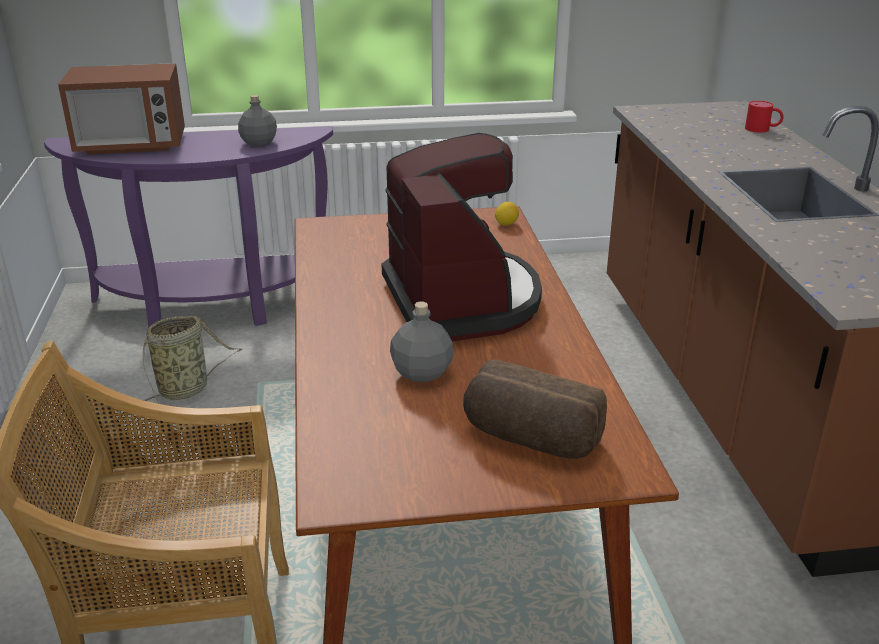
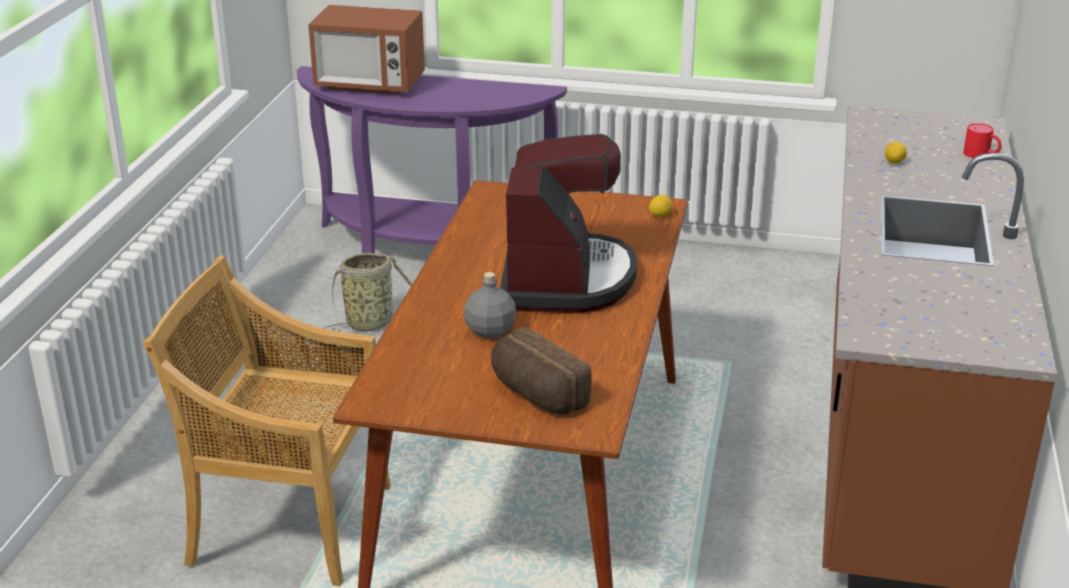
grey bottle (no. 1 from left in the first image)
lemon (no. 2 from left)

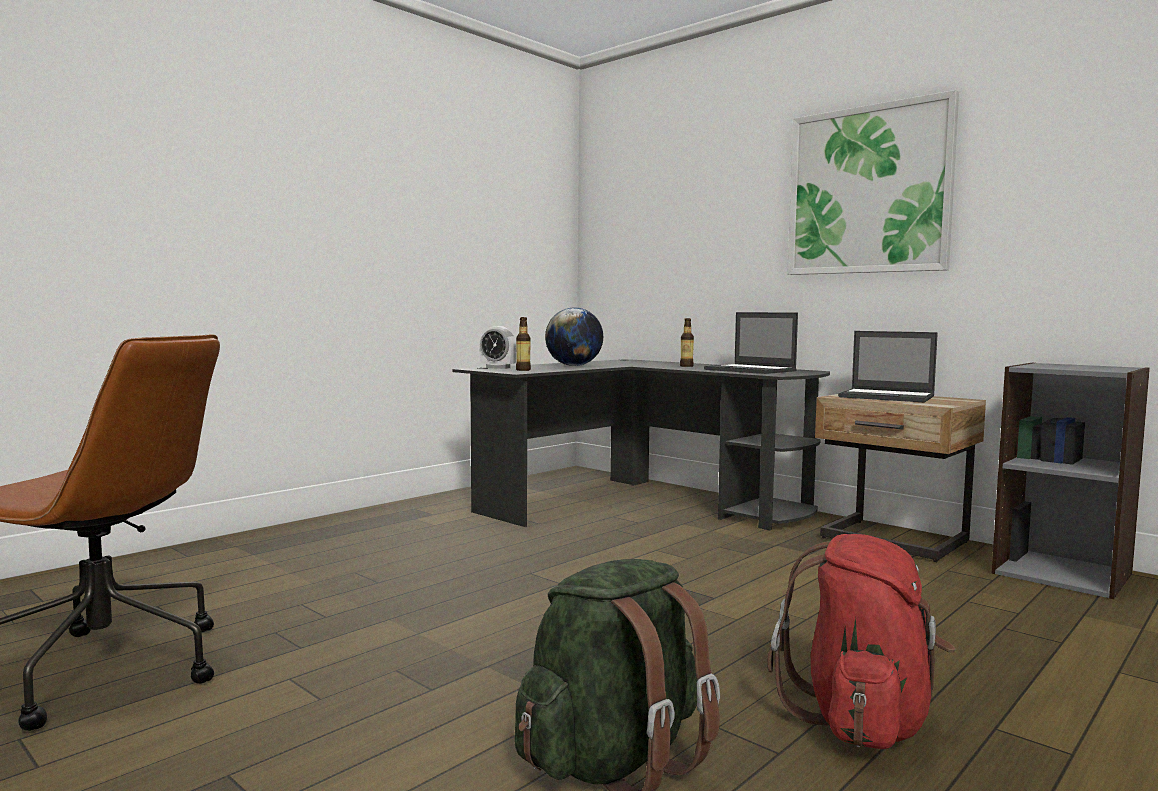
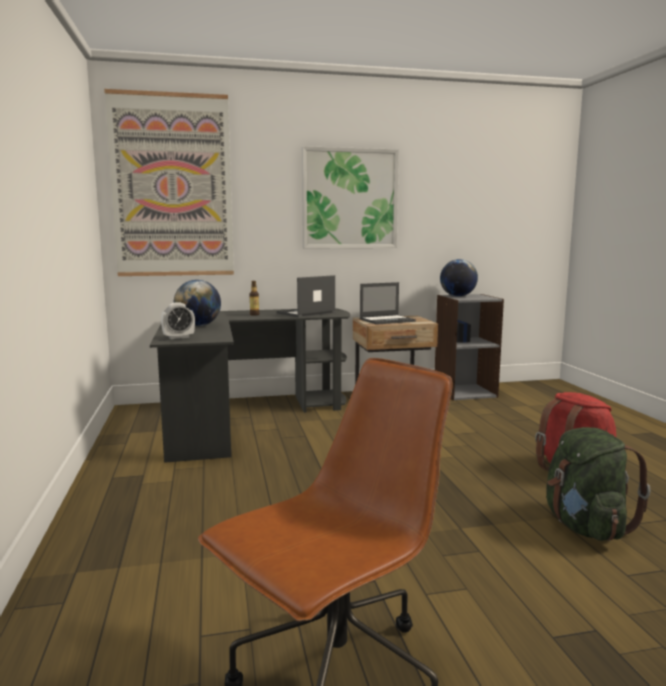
laptop (no. 1 from left)
bottle (no. 1 from left in the first image)
picture (no. 1 from left)
globe (no. 2 from left)

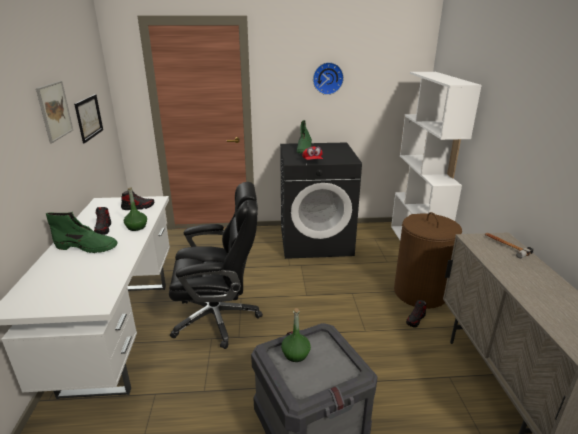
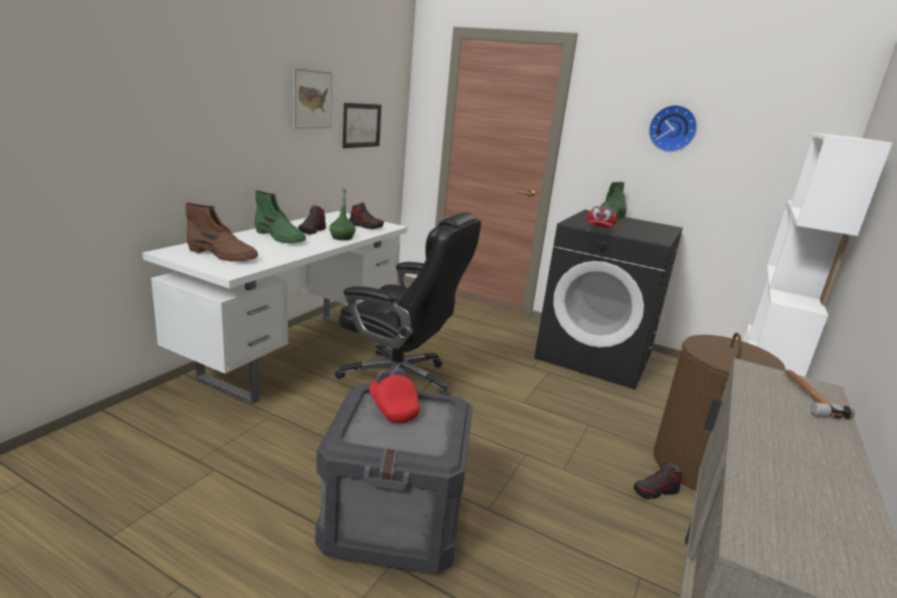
red cap (no. 1 from left)
brown boot

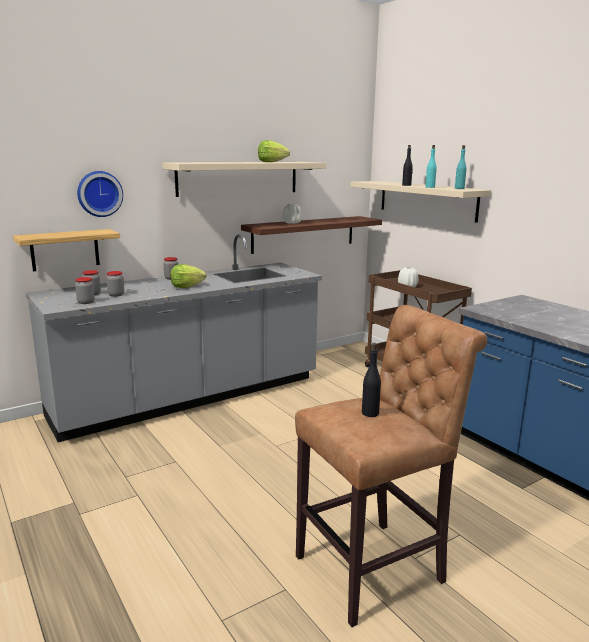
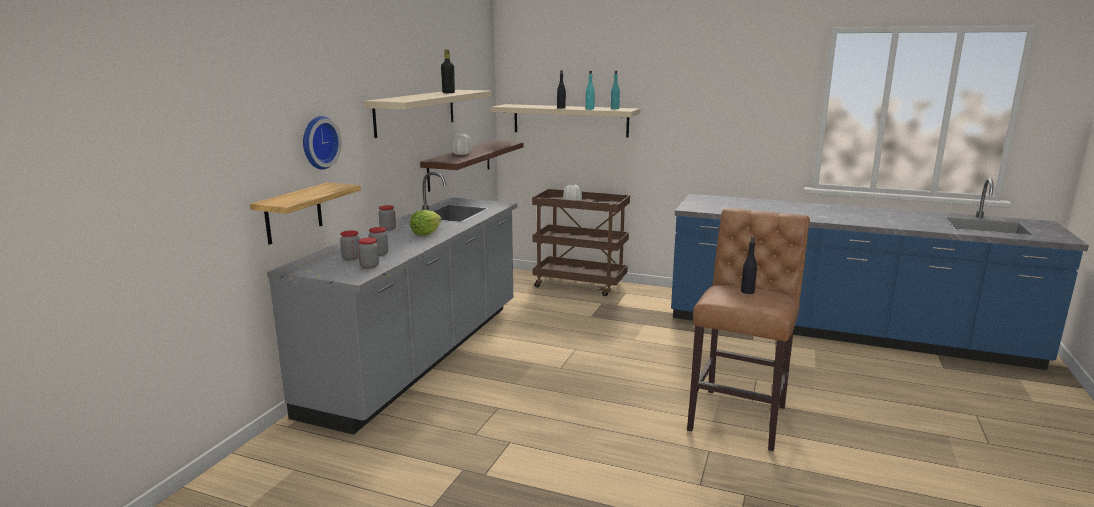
black bottle (no. 1 from left)

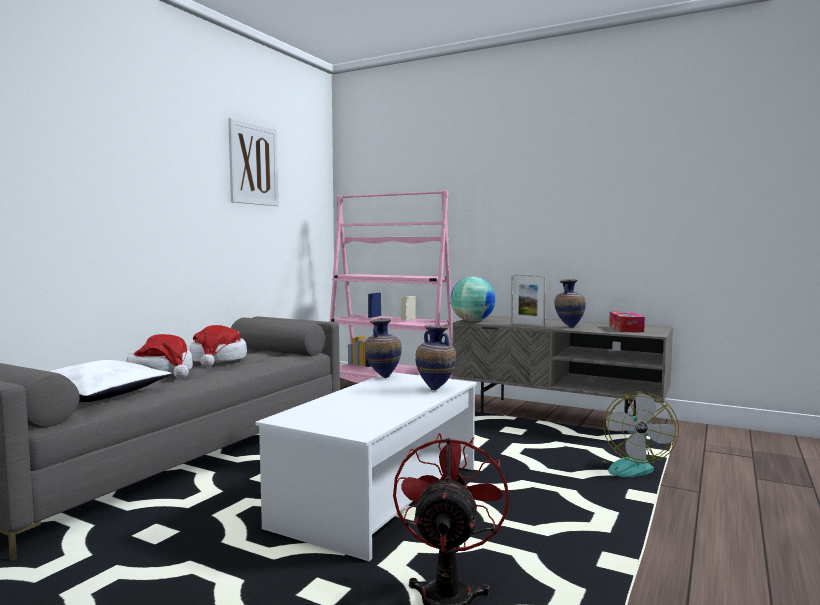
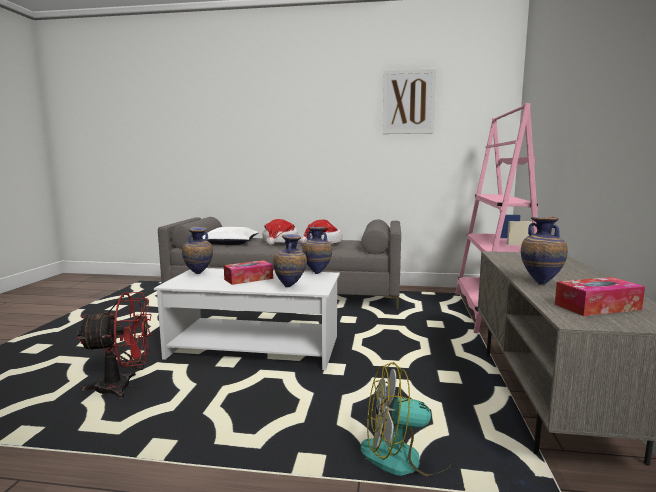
picture frame
globe
vase (no. 1 from left)
tissue box (no. 1 from left)

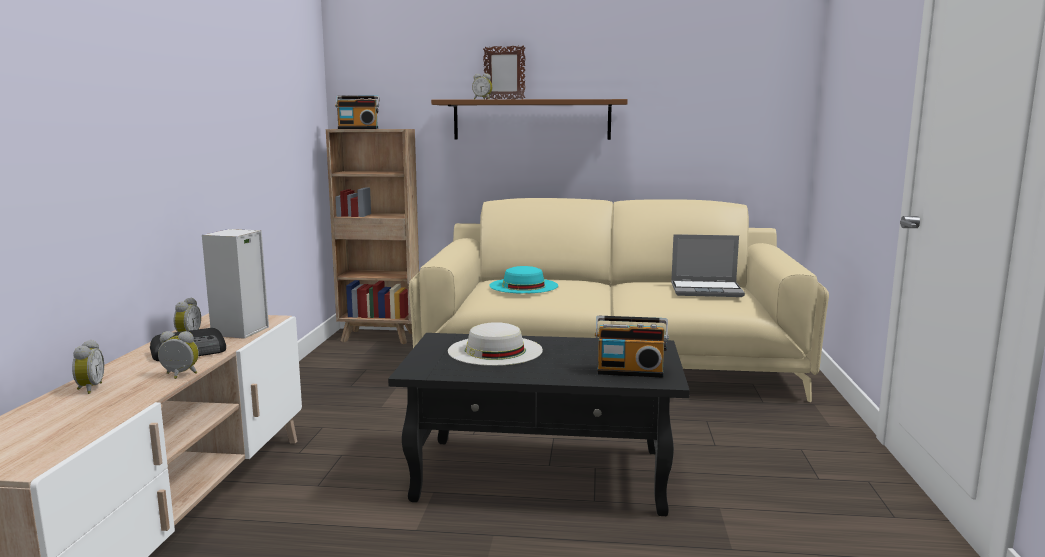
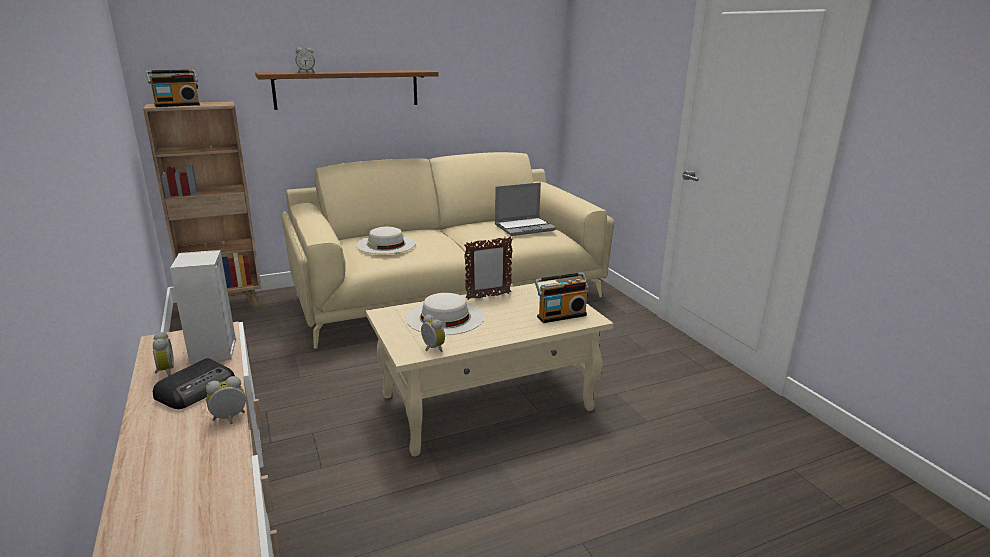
picture frame
white hat (no. 1 from left)
beige coffee table
alarm clock (no. 4 from left)

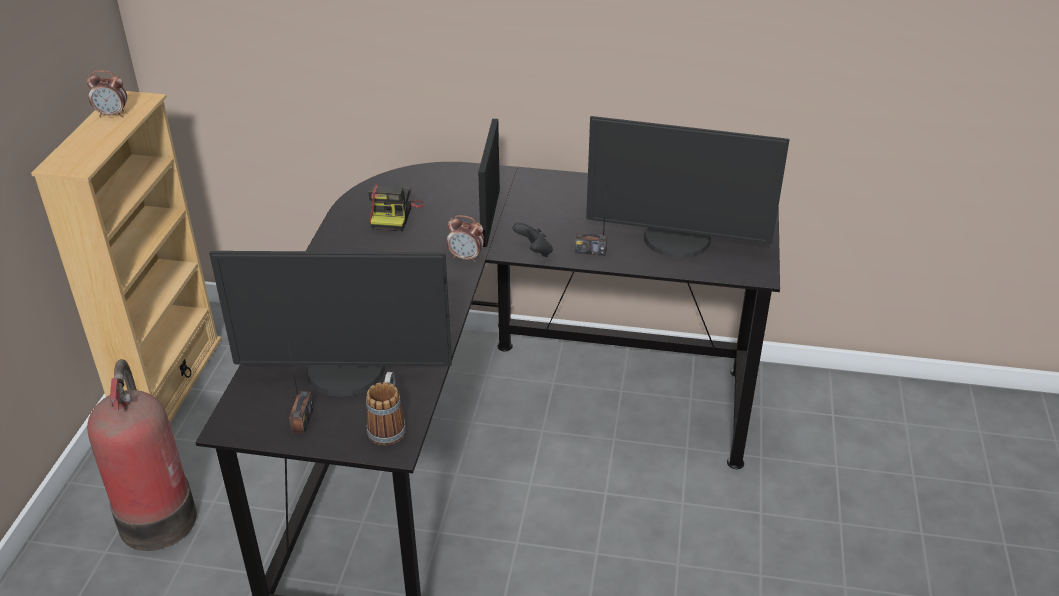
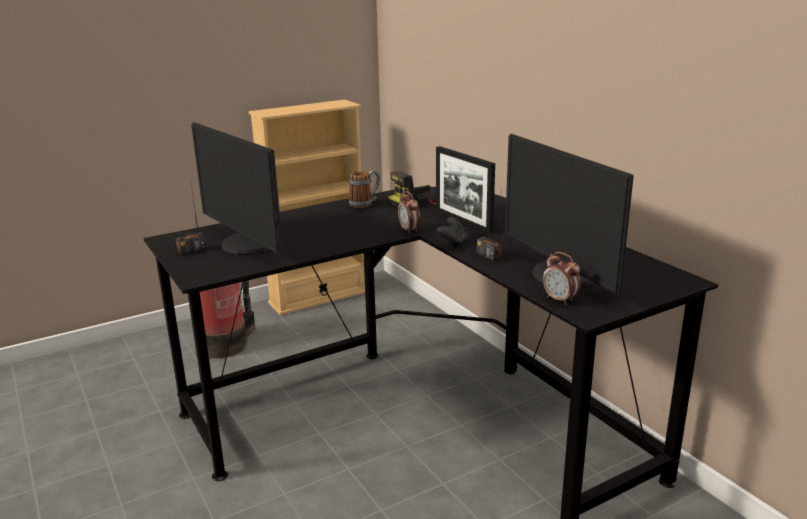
alarm clock (no. 2 from left)
picture frame
mug

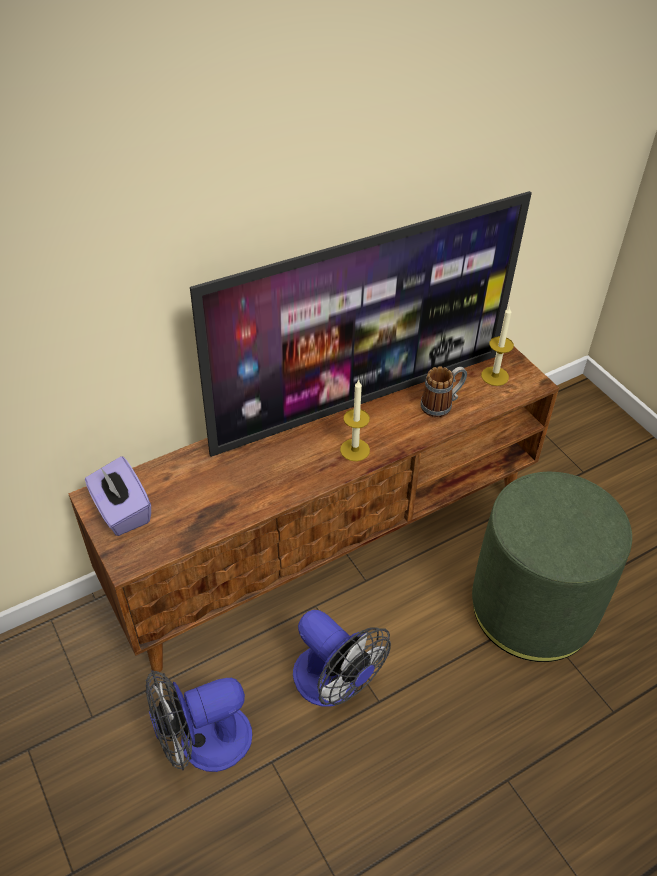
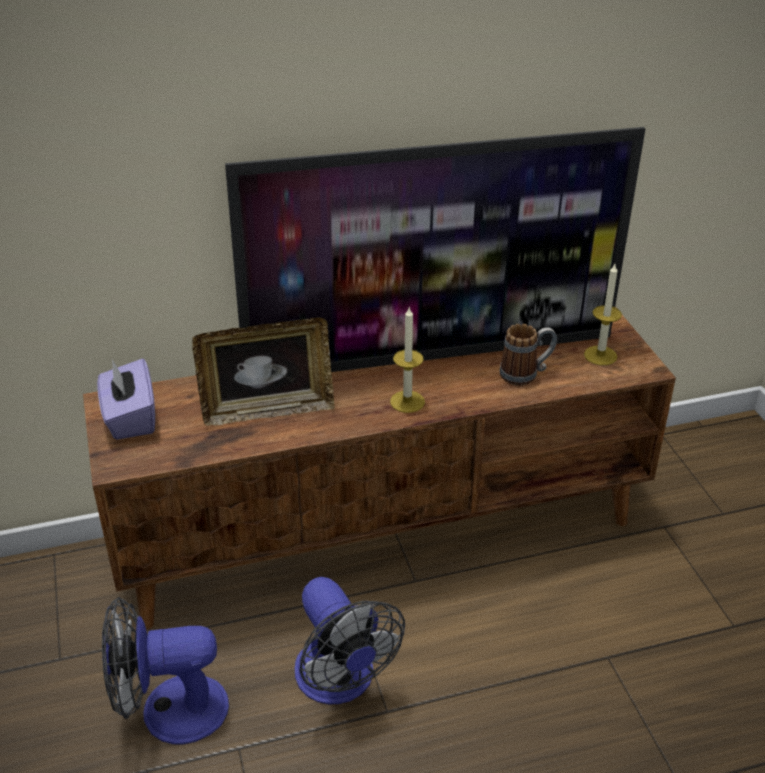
green ottoman
picture frame

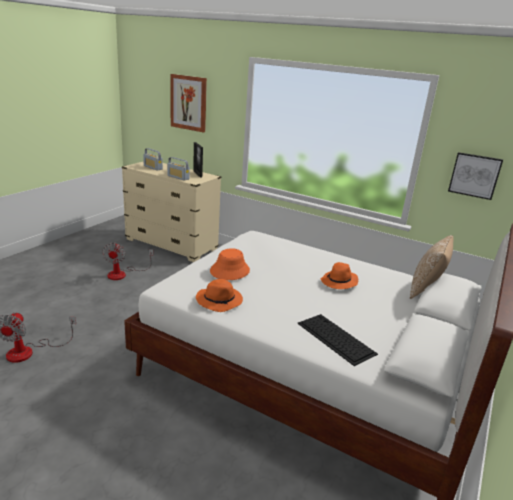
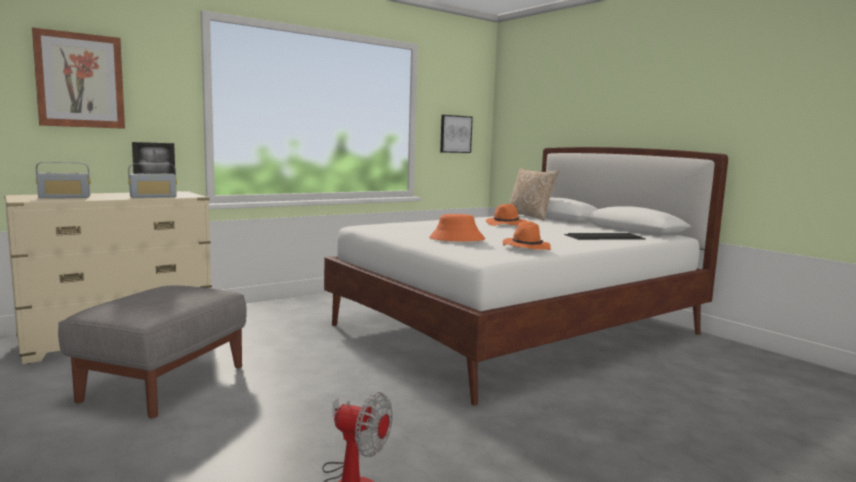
grey ottoman

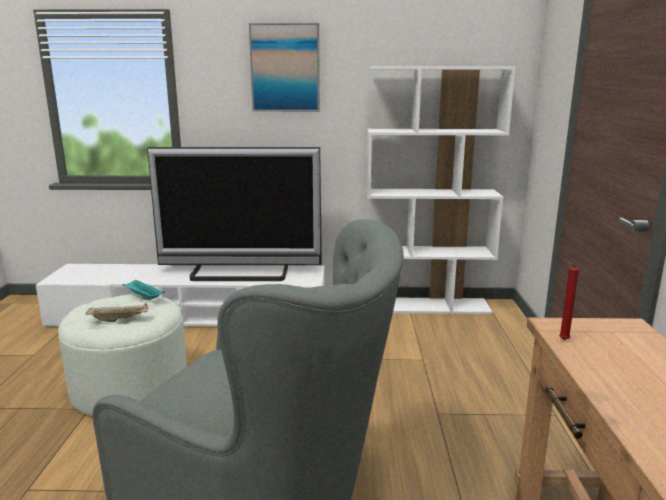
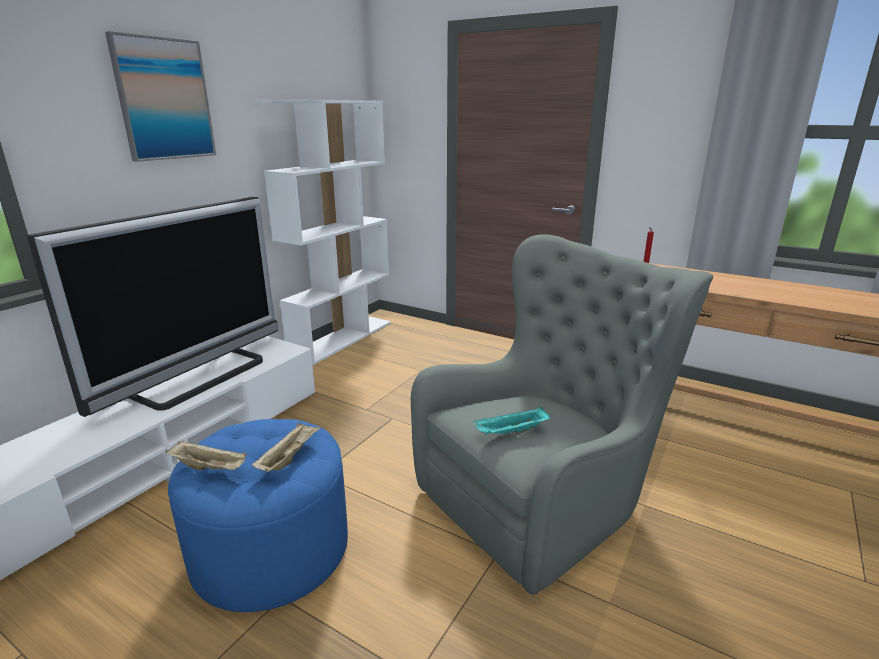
turquoise tray
blue ottoman
beige tray (no. 1 from left)

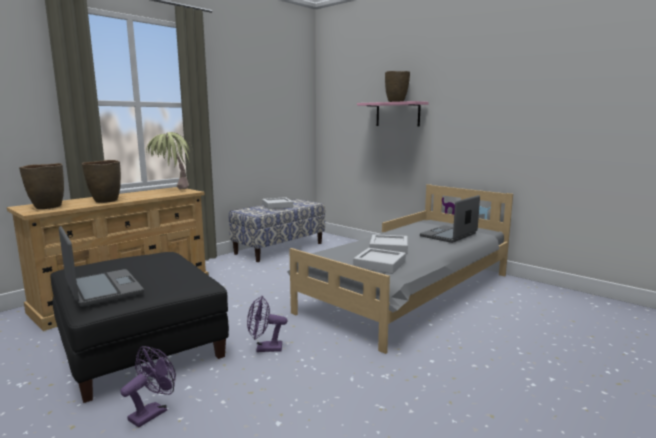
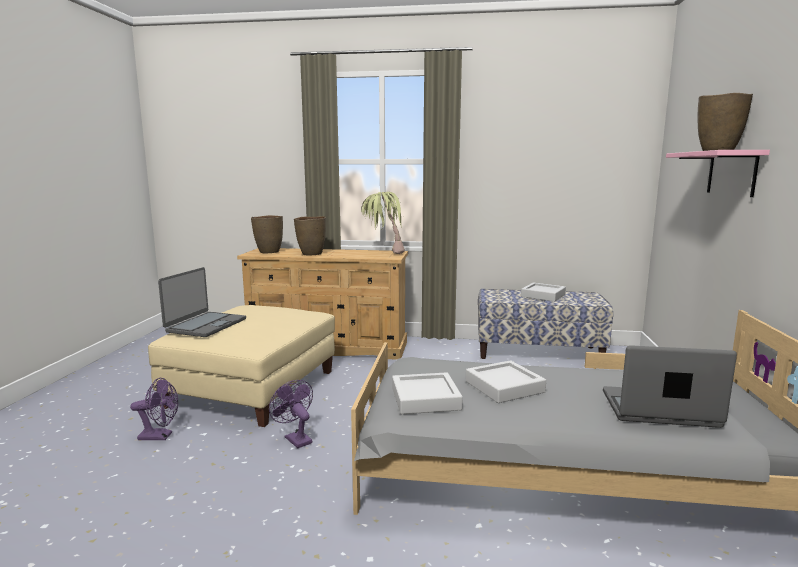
beige ottoman

